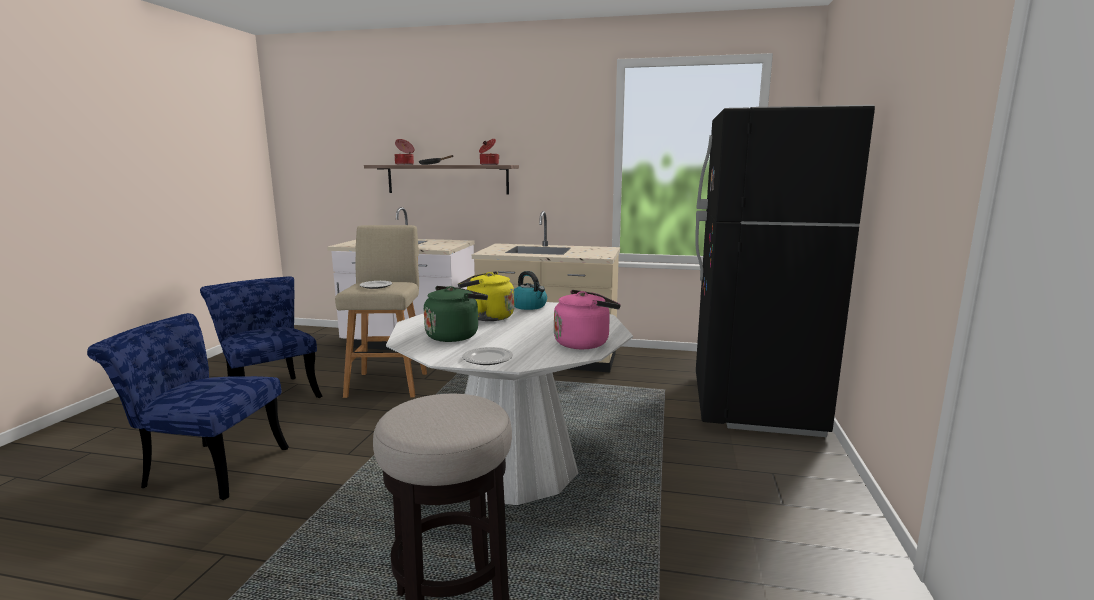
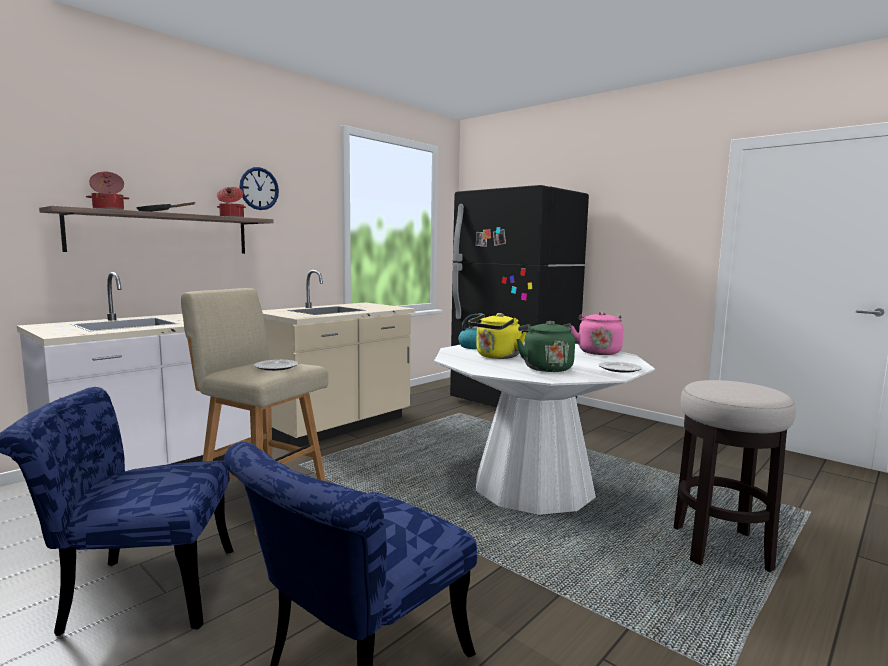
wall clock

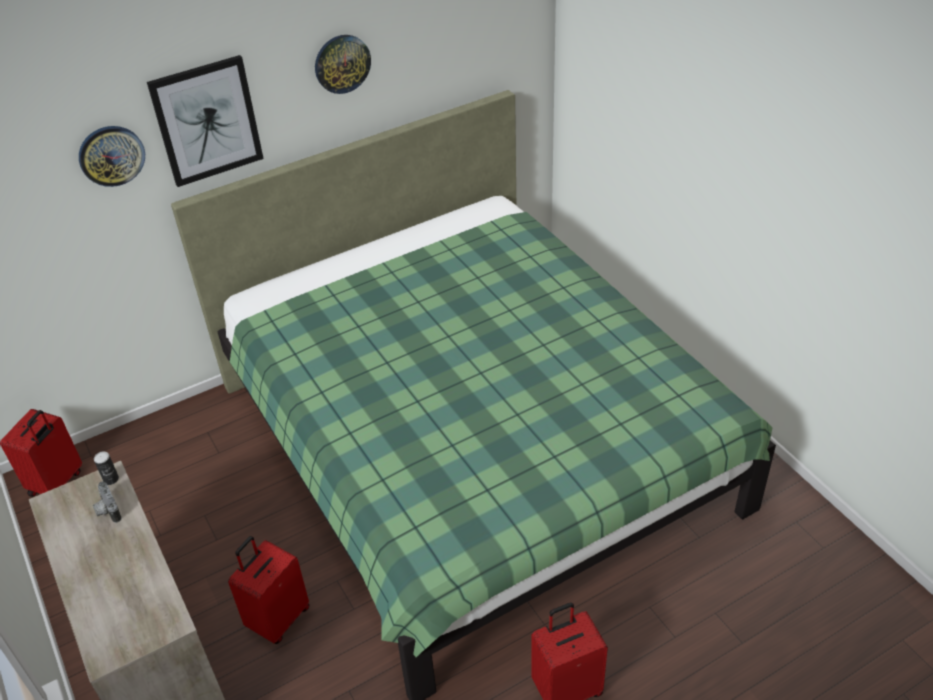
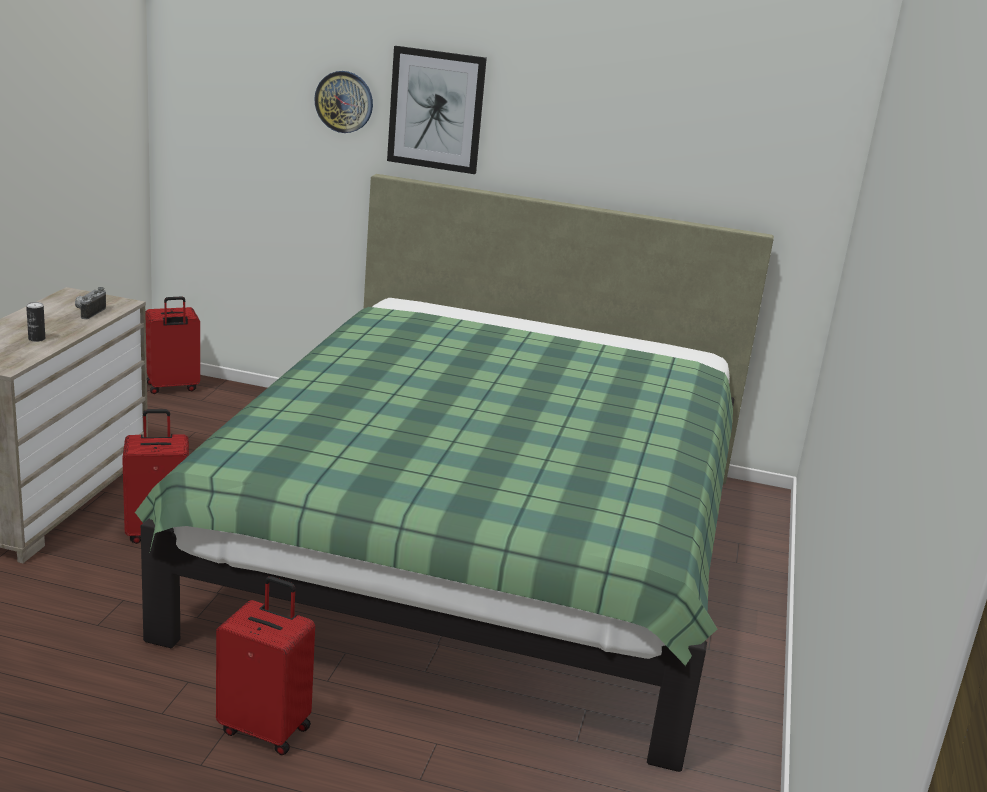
wall clock (no. 2 from left in the first image)
can

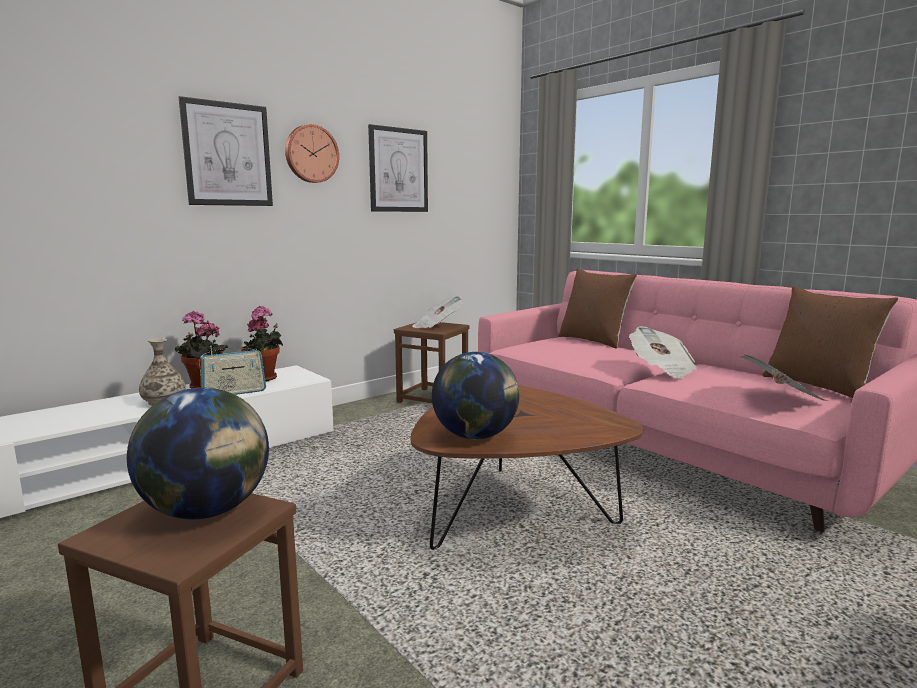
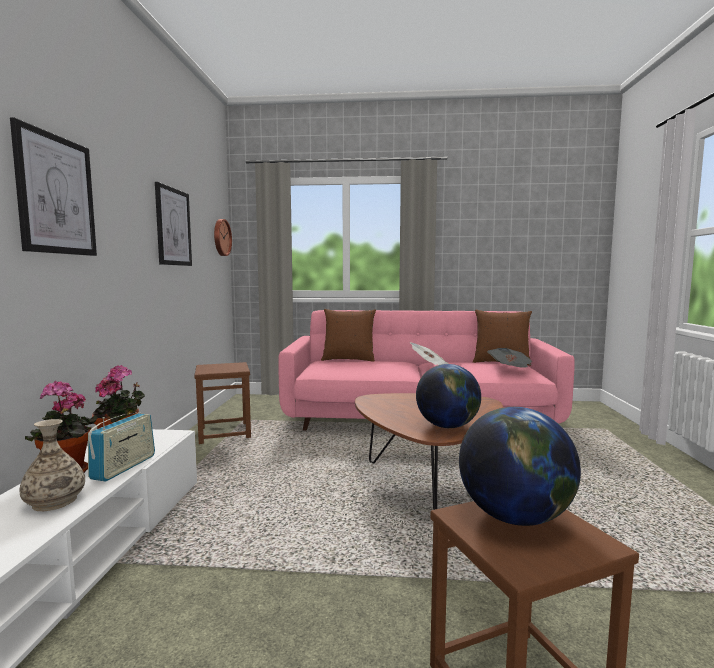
wall clock
newspaper (no. 1 from left in the first image)

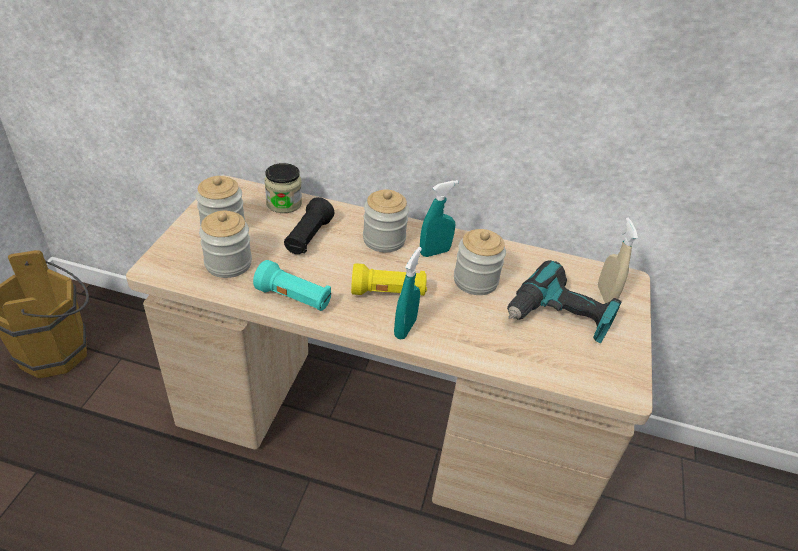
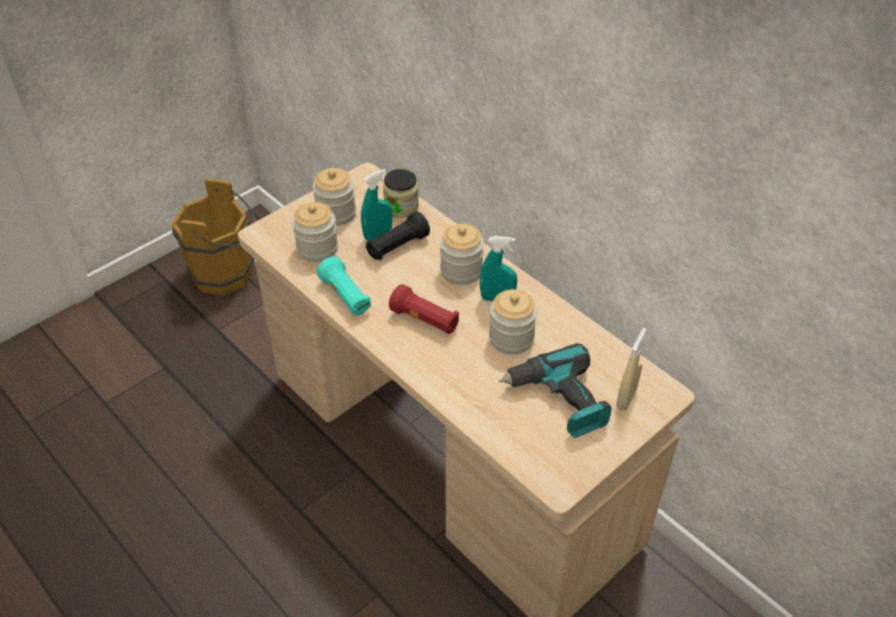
turquoise spray bottle (no. 1 from left)
red flashlight

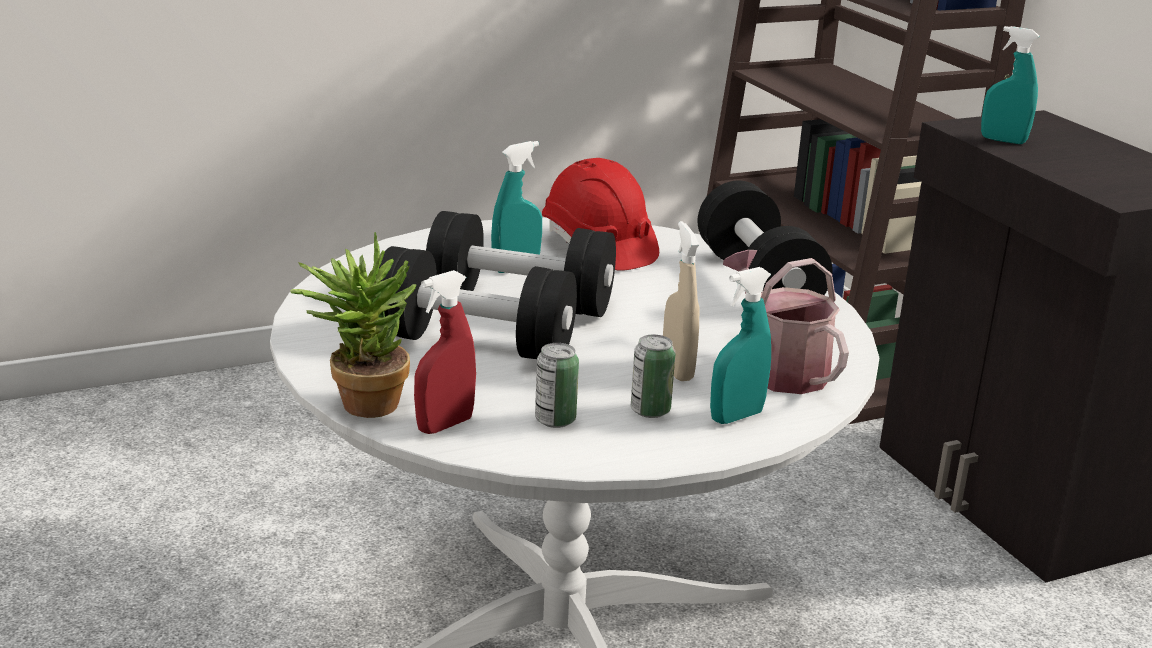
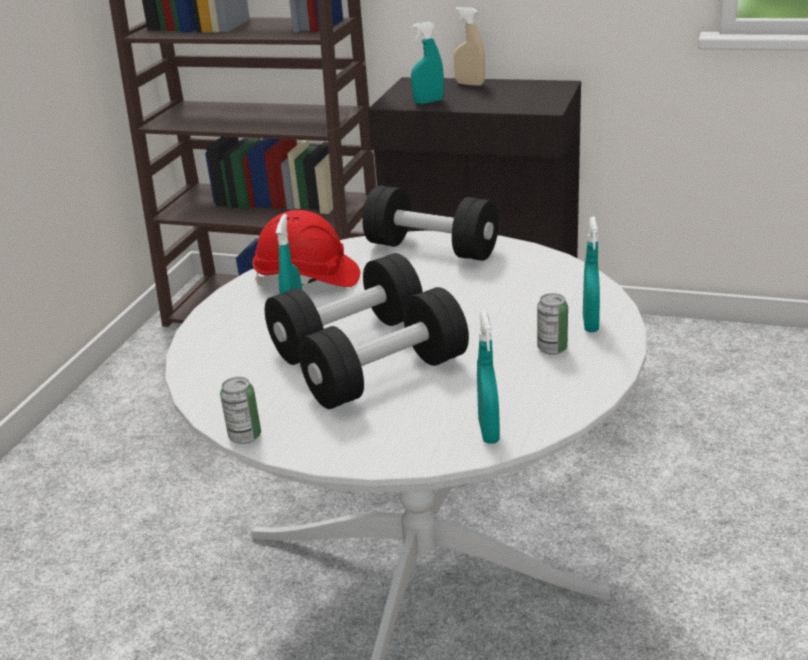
beige spray bottle
potted plant
watering can
turquoise spray bottle (no. 3 from left)
can (no. 1 from left)

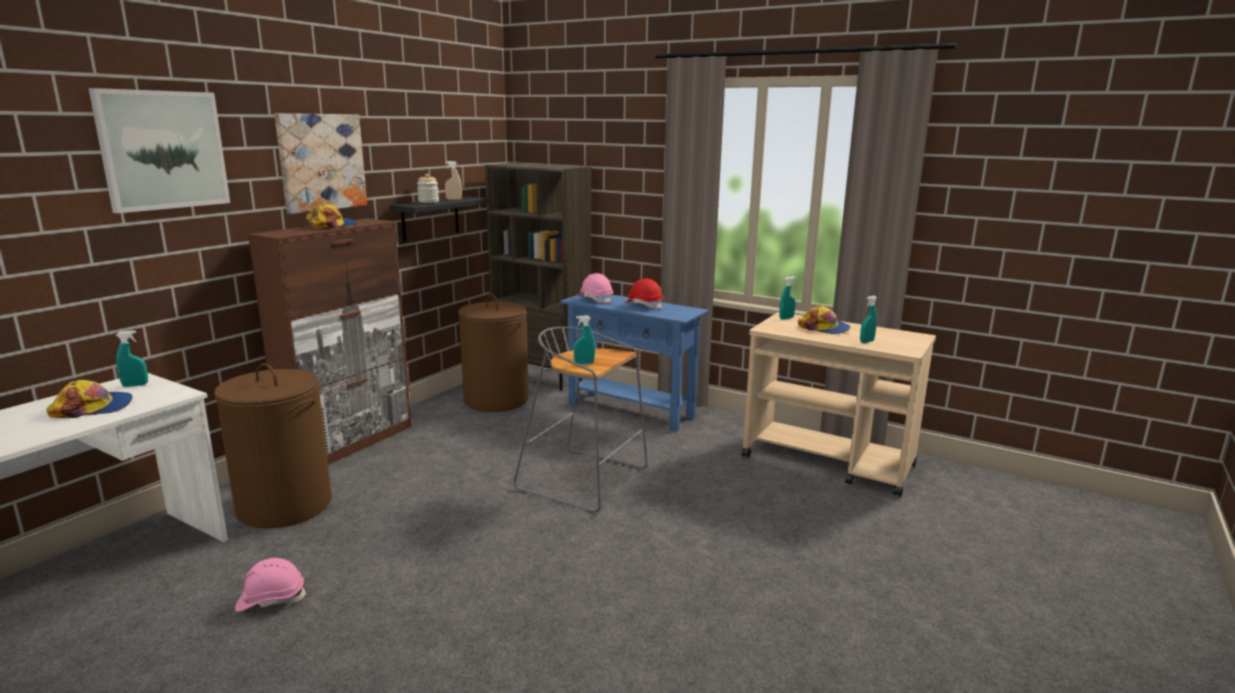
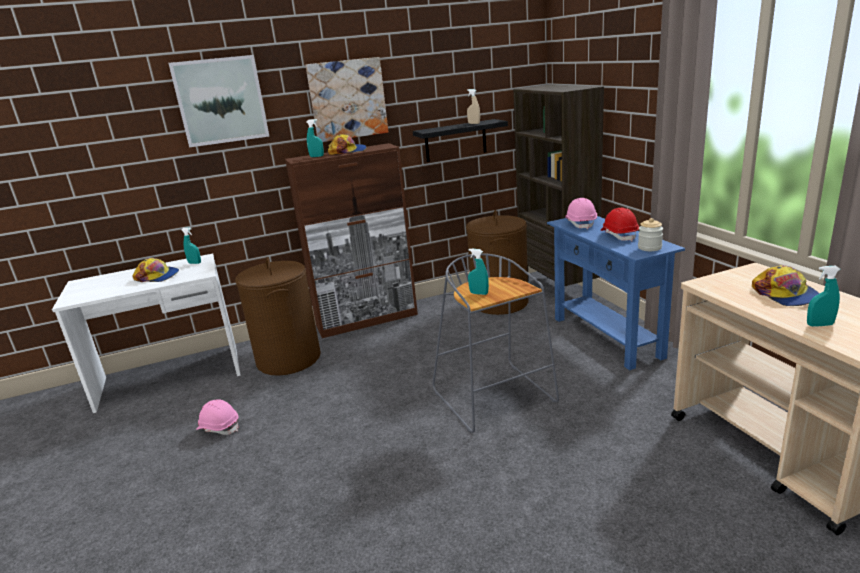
jar
turquoise spray bottle (no. 2 from left)

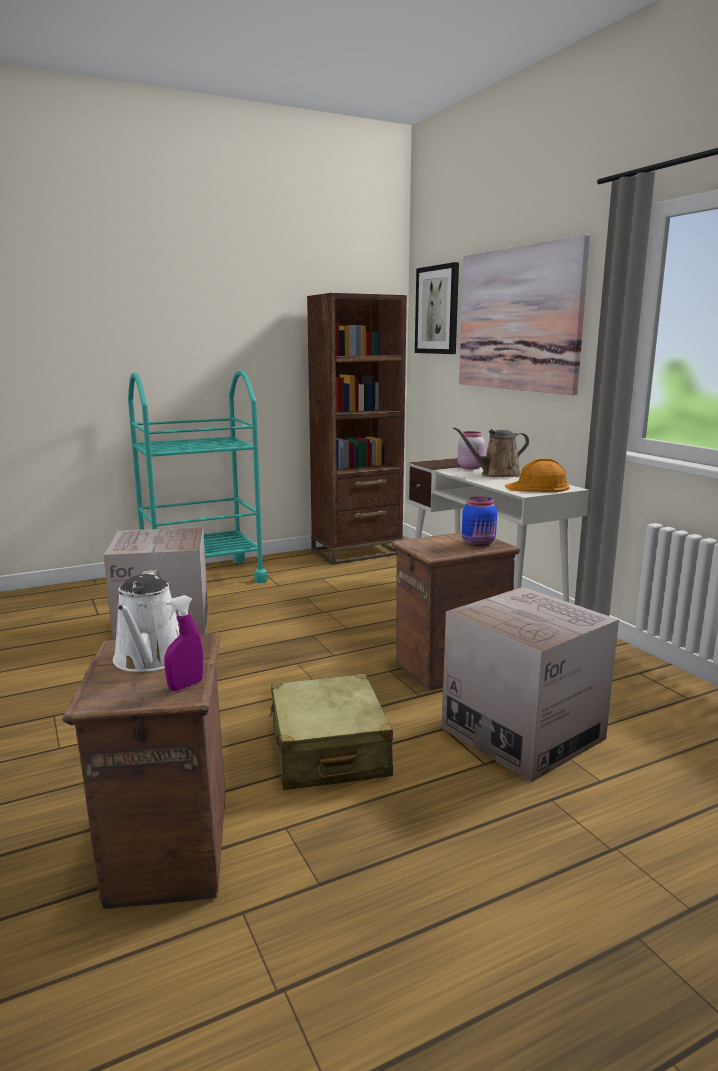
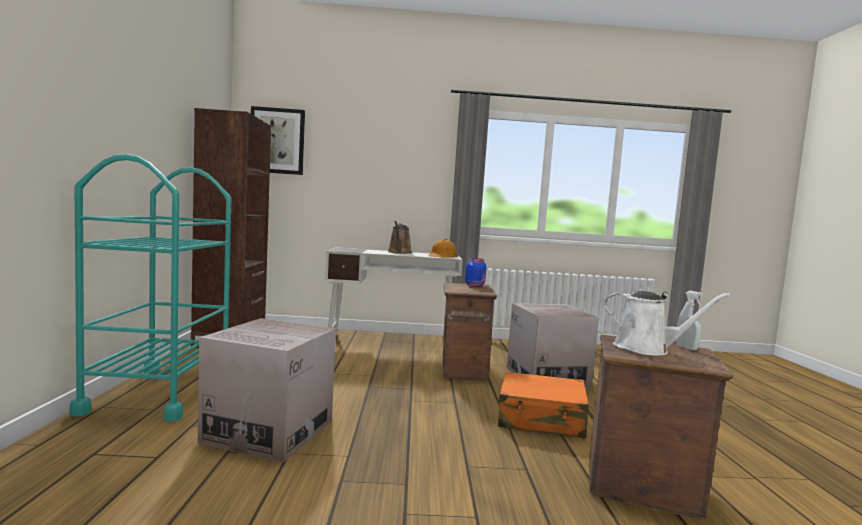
picture (no. 2 from left in the first image)
pink jar
white spray bottle
orange suitcase

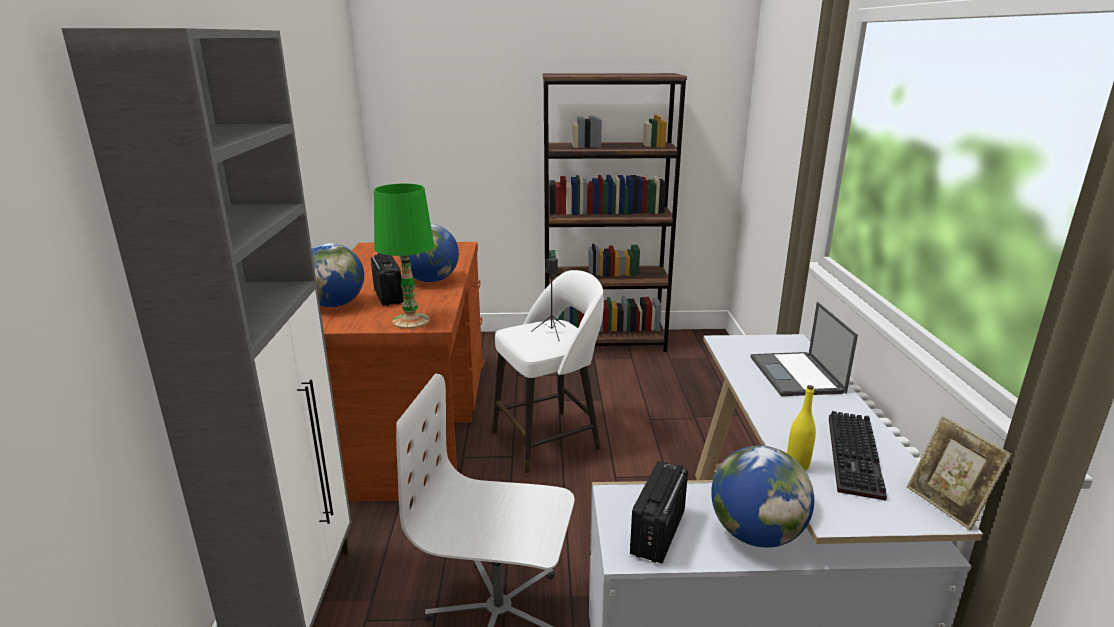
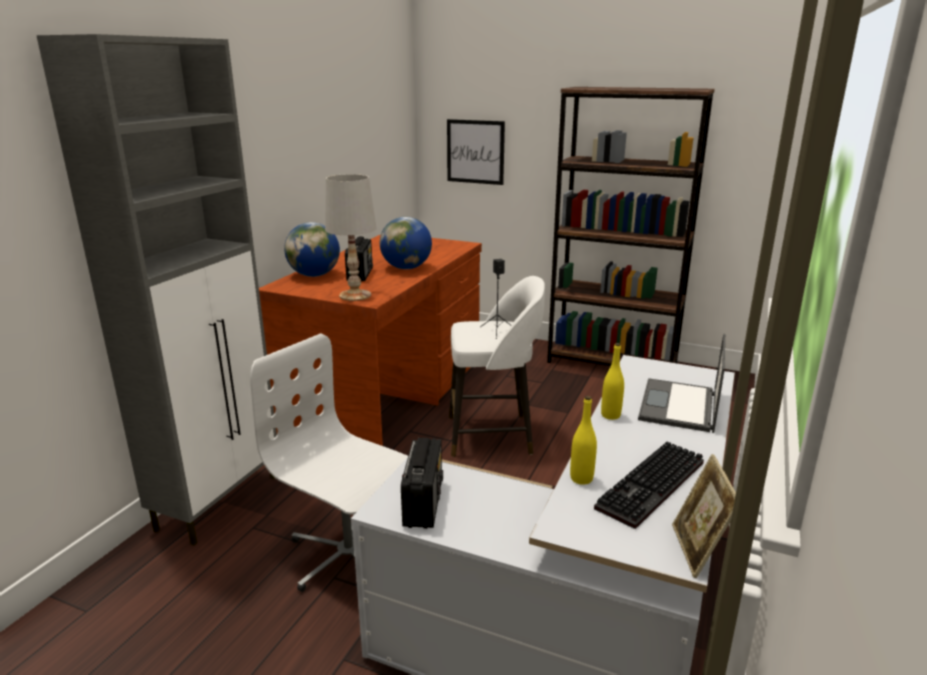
white table lamp
globe (no. 3 from left in the first image)
radio (no. 2 from left)
picture
yellow bottle (no. 2 from left)

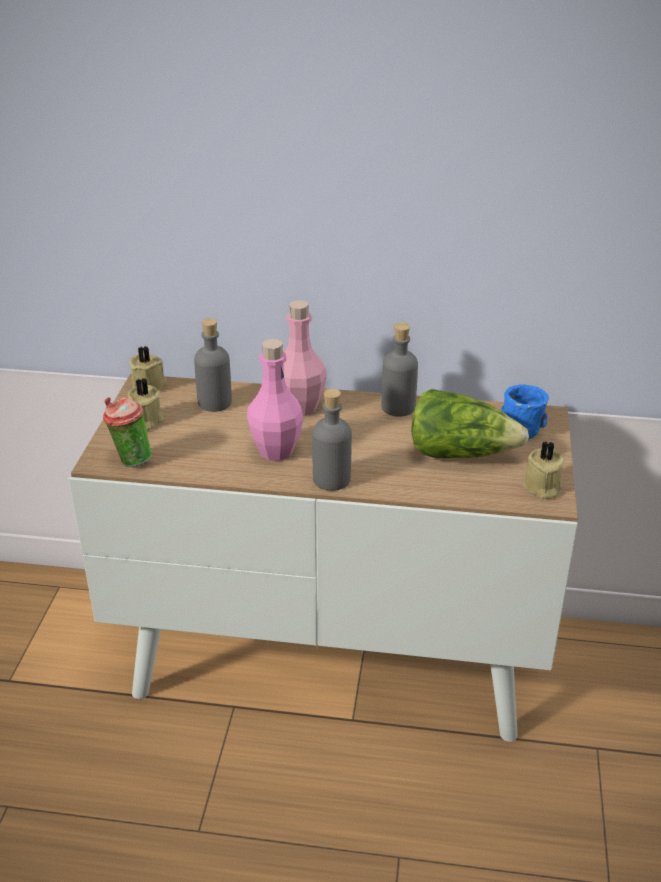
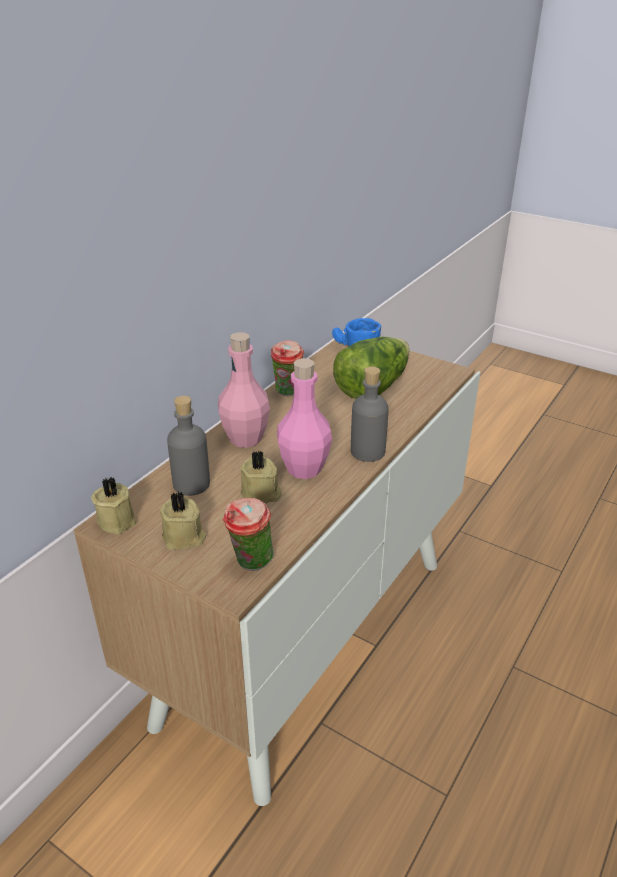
cup (no. 2 from left)
beige candle (no. 3 from left)

